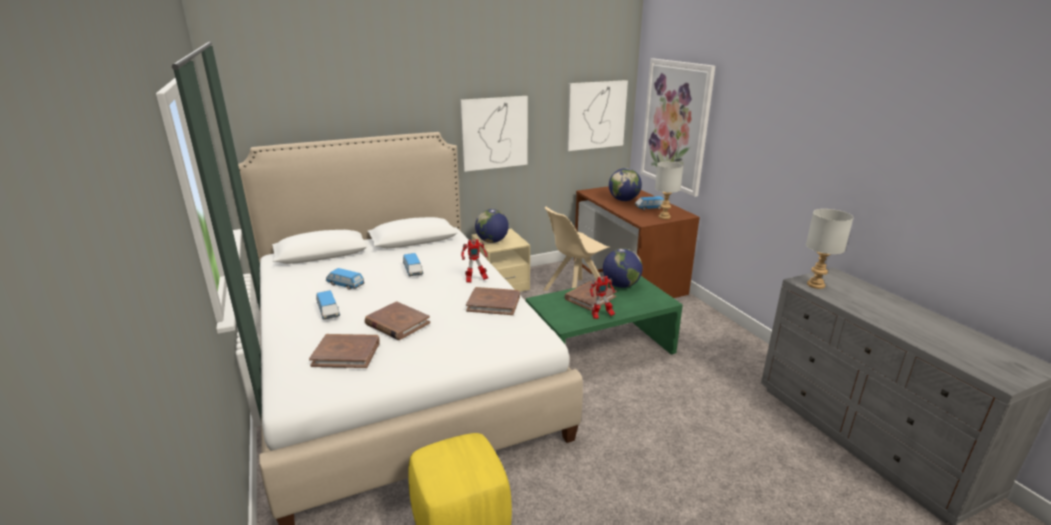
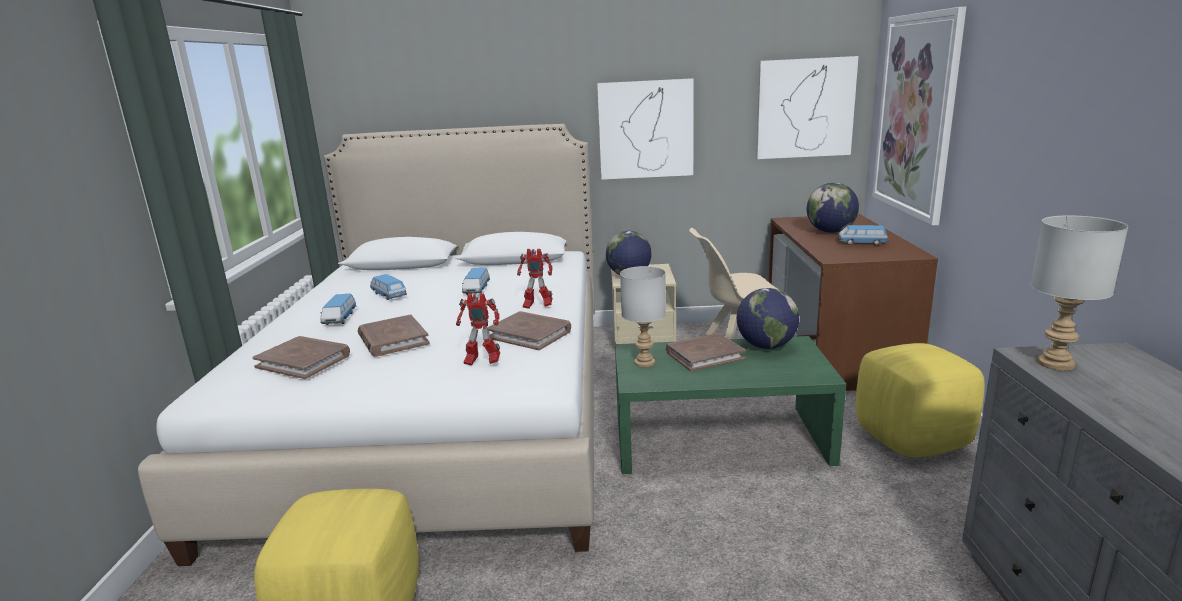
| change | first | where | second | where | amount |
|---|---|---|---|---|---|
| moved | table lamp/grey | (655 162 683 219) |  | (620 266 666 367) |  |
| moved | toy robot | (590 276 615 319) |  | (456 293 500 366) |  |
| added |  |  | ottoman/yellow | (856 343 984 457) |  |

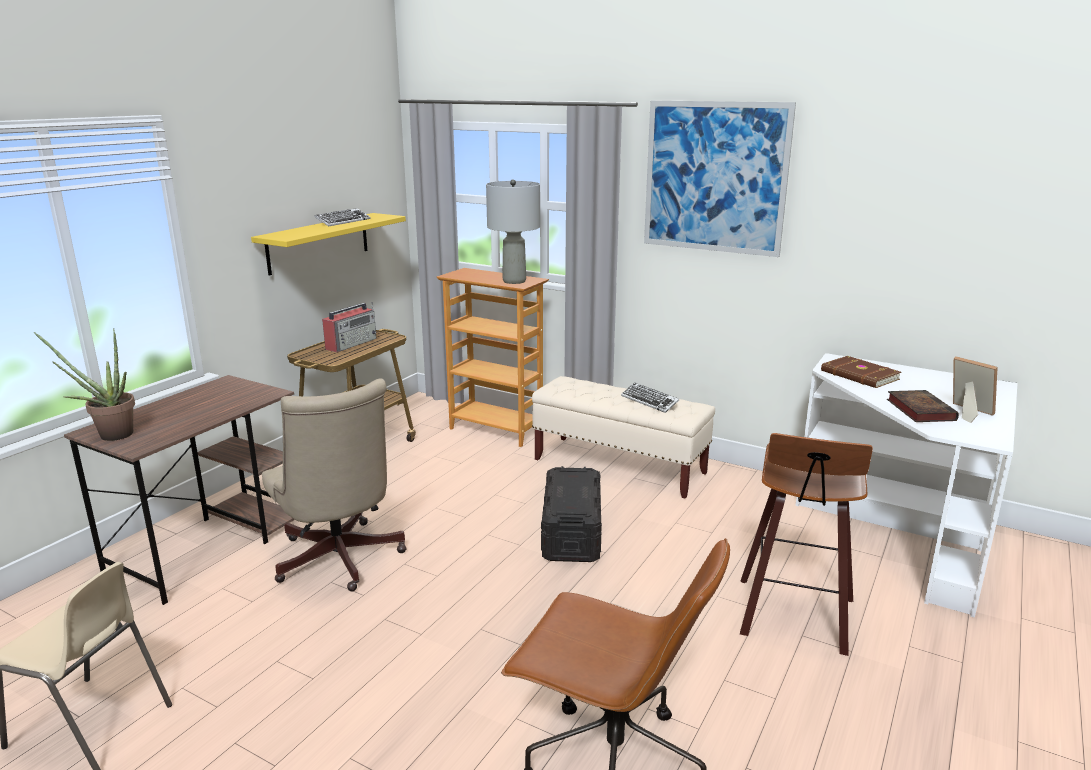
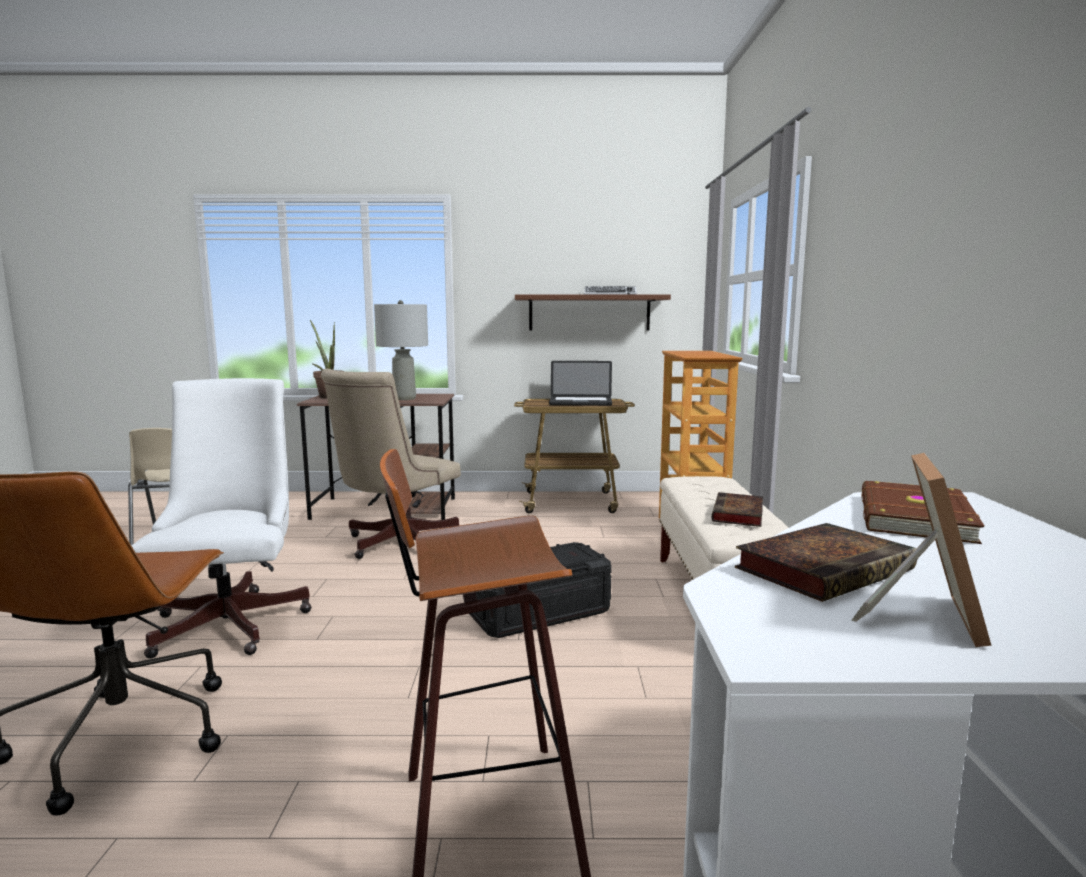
| change | first | where | second | where | amount |
|---|---|---|---|---|---|
| removed | picture | (644 101 796 257) |  |  |  |
| moved | table lamp/grey | (486 179 540 284) |  | (374 300 428 400) |  |
| recoloured | shelf/yellow | (251 213 406 275) | shelf/brown | (515 295 671 331) |  |
| replaced | radio | (322 302 376 352) | laptop | (549 361 612 406) |  |
| replaced | keyboard | (621 382 679 413) | book | (712 492 763 527) |  |
| added |  |  | office chair/white | (132 378 312 659) |  |

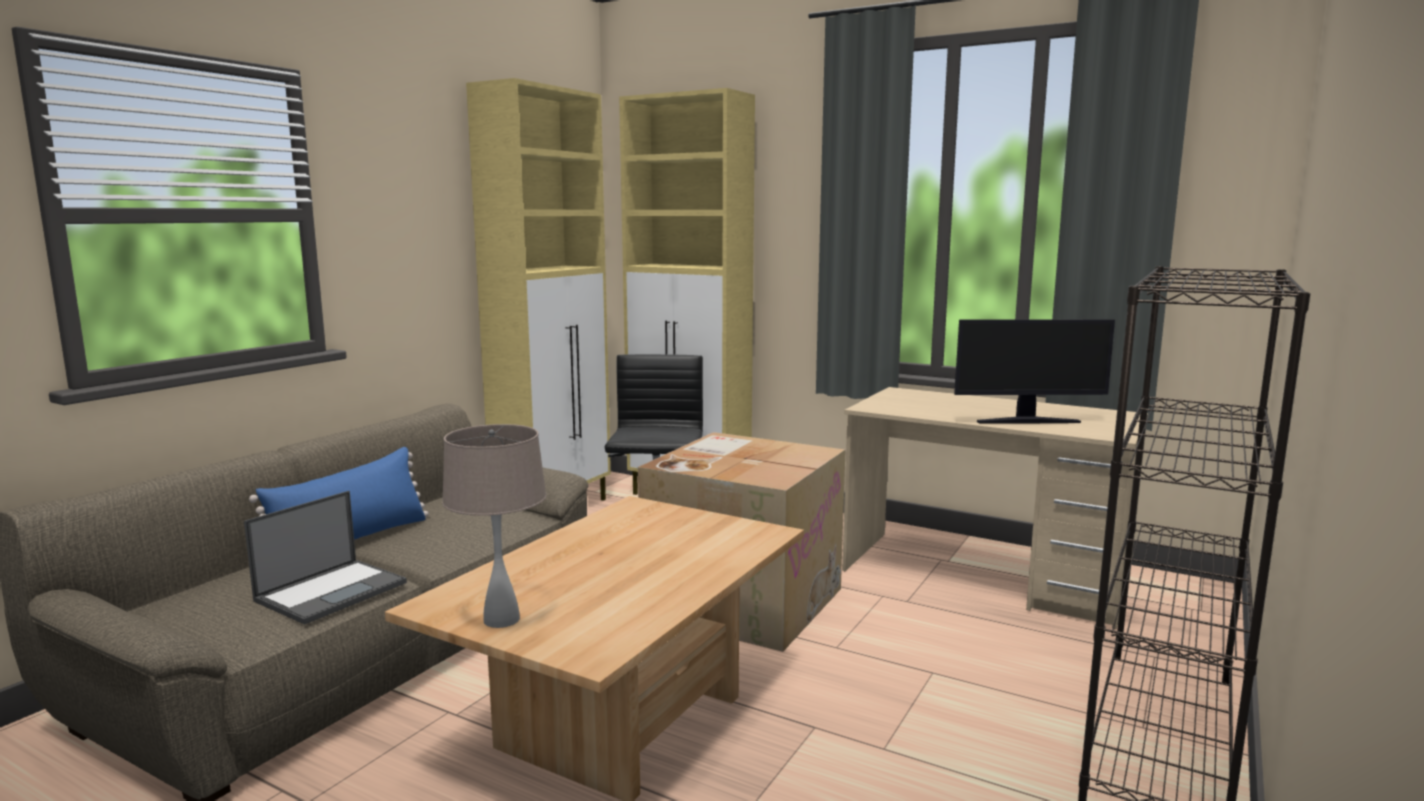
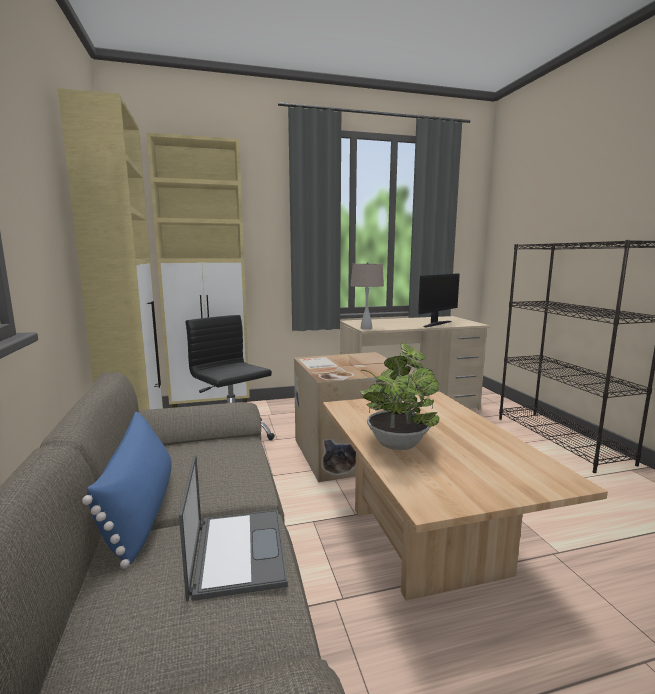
| change | first | where | second | where | amount |
|---|---|---|---|---|---|
| moved | table lamp/beige | (442 424 547 628) |  | (351 262 384 330) |  |
| added |  |  | potted plant | (360 343 439 450) |  |

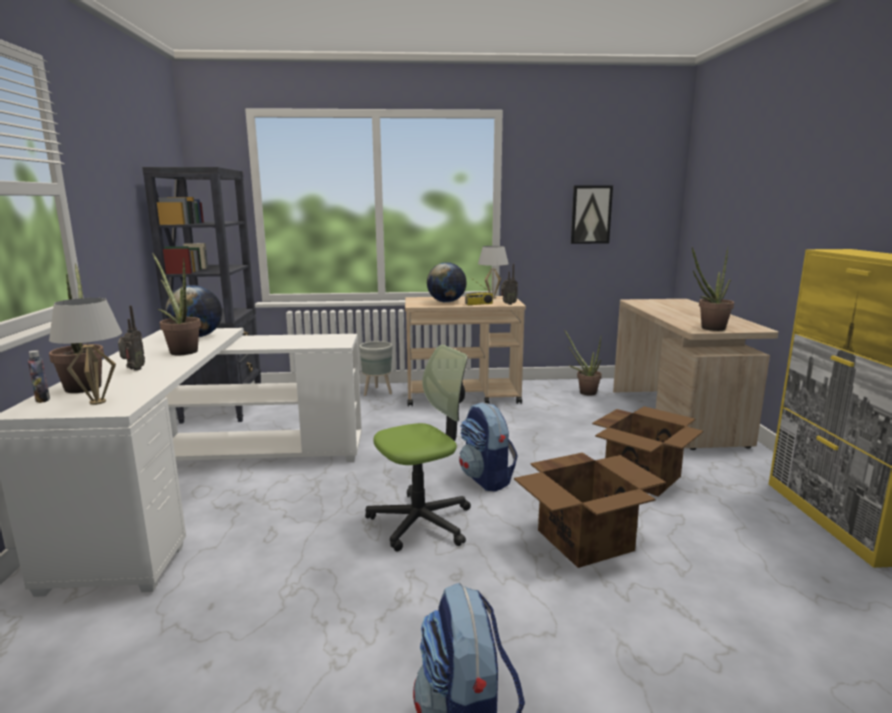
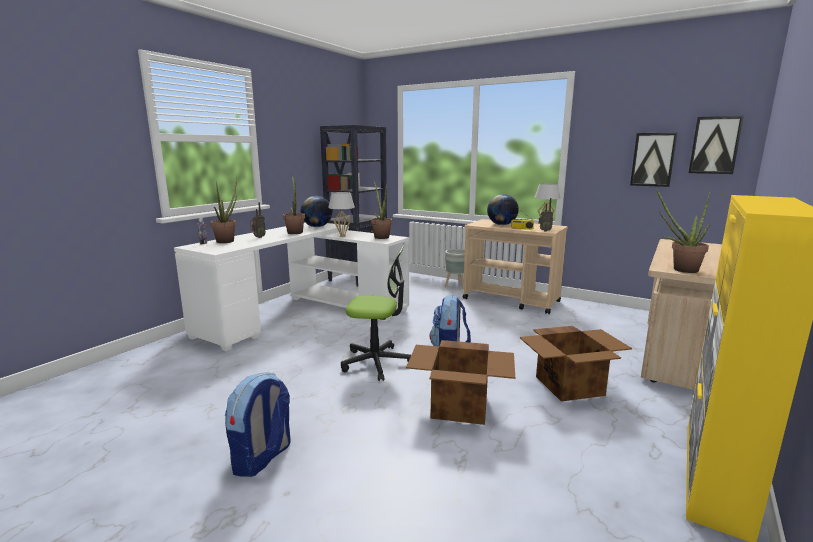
| change | first | where | second | where | amount |
|---|---|---|---|---|---|
| moved | table lamp/white | (49 298 122 405) |  | (328 192 355 237) |  |
| moved | potted plant | (564 329 602 396) |  | (371 180 392 239) |  |
| added |  |  | picture | (689 116 744 174) |  |

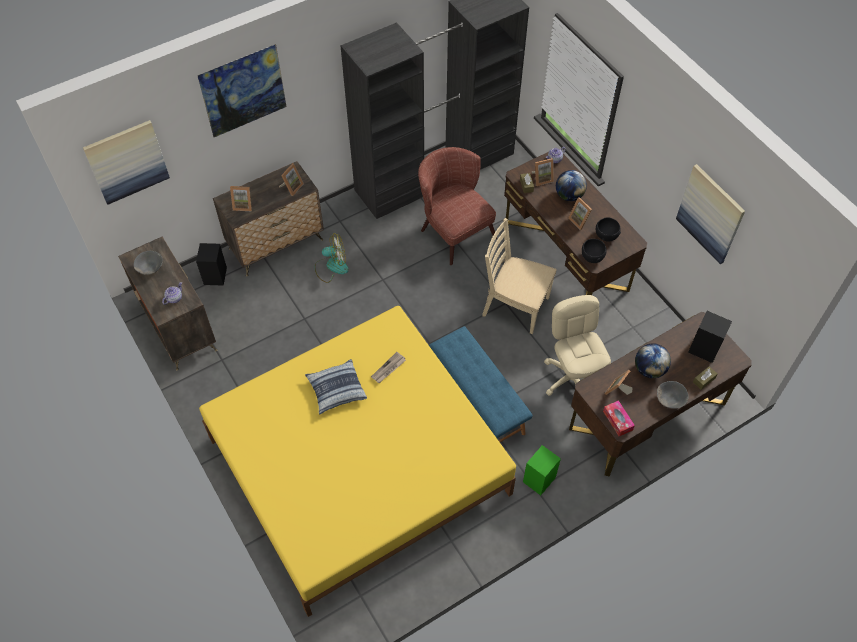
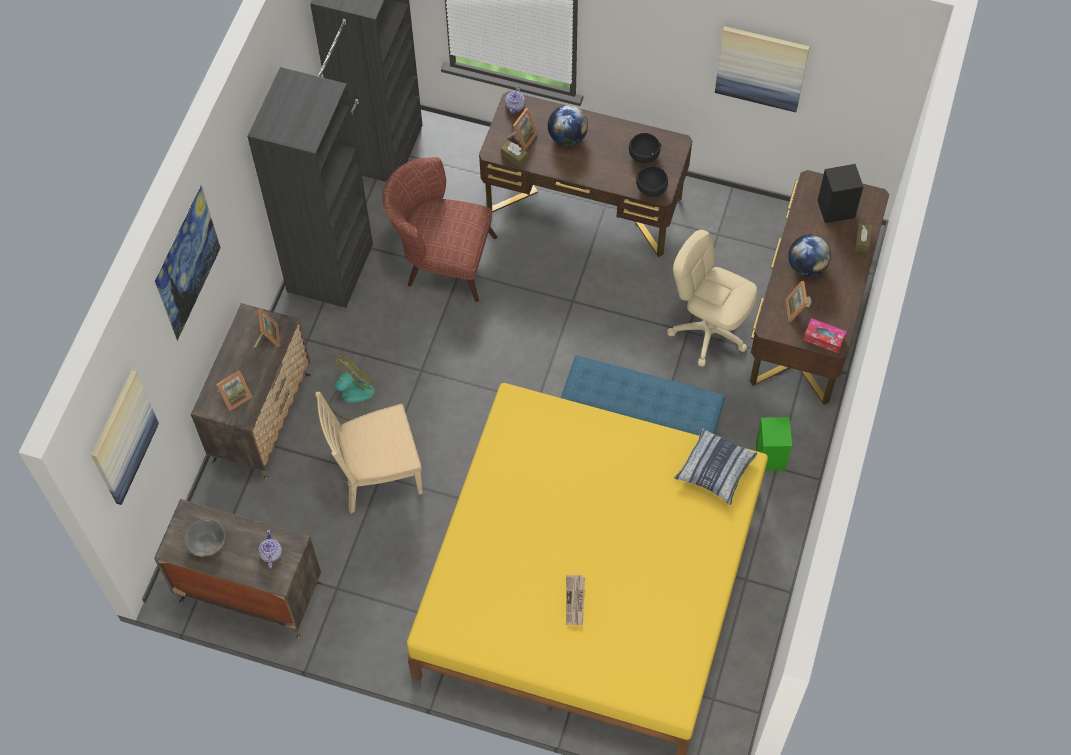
| change | first | where | second | where | amount |
|---|---|---|---|---|---|
| removed | picture frame | (568 197 592 230) |  |  |  |
| moved | chair/beige | (482 218 557 334) |  | (315 392 423 514) |  |
| removed | speaker/black | (196 243 227 286) |  |  |  |
| moved | newspaper | (371 352 406 383) |  | (566 575 585 625) |  |
| moved | pillow | (305 359 367 415) |  | (674 428 757 505) |  |
| removed | bowl/grey | (657 381 689 408) |  |  |  |

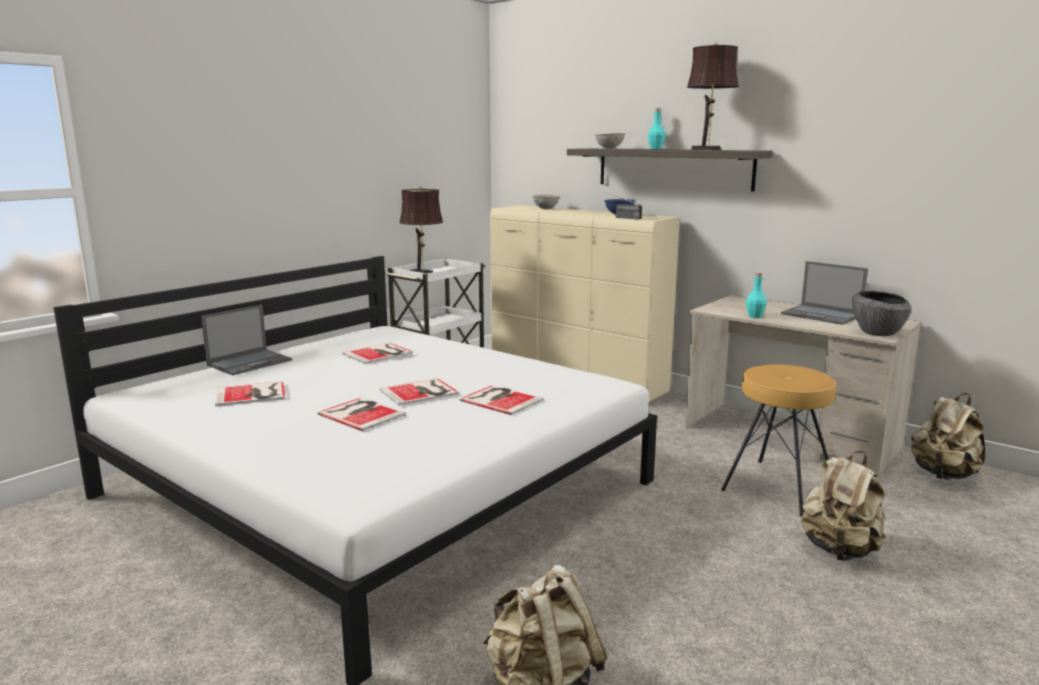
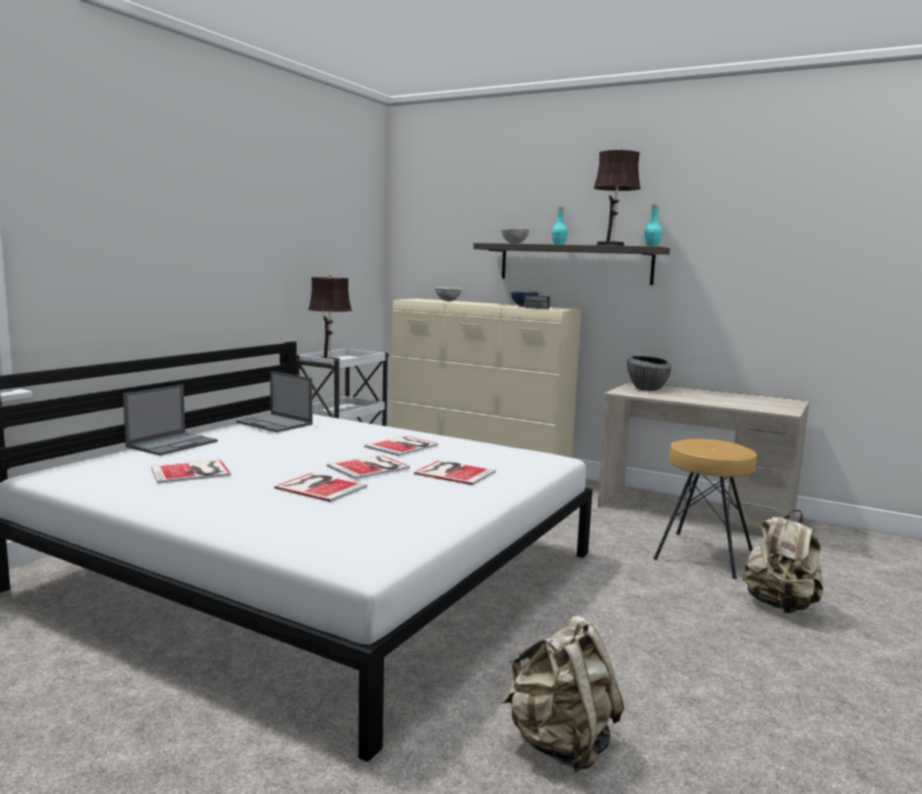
| change | first | where | second | where | amount |
|---|---|---|---|---|---|
| moved | laptop | (781 261 868 325) |  | (236 371 312 432) |  |
| moved | bottle/turquoise | (746 272 767 318) |  | (644 205 663 246) |  |
| moved | bowl | (852 291 912 336) |  | (627 356 671 391) |  |
| moved | book | (342 343 413 364) |  | (364 436 438 456) |  |
| removed | backpack/beige | (911 393 985 480) |  |  |  |

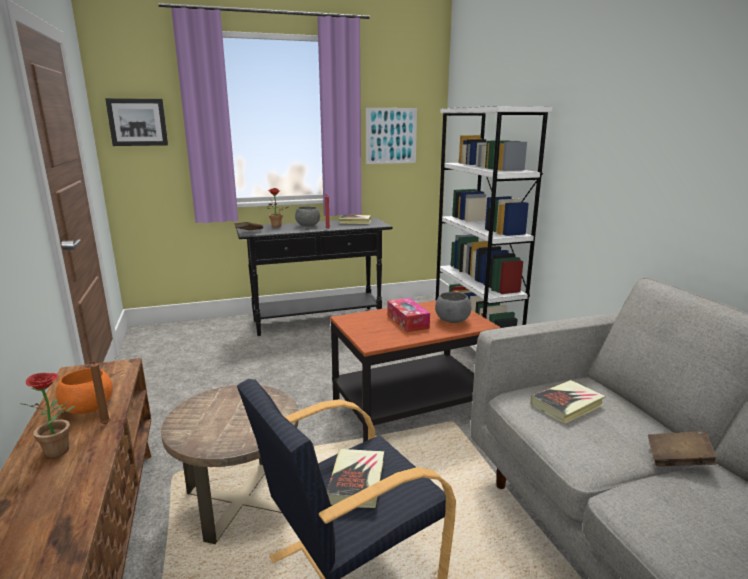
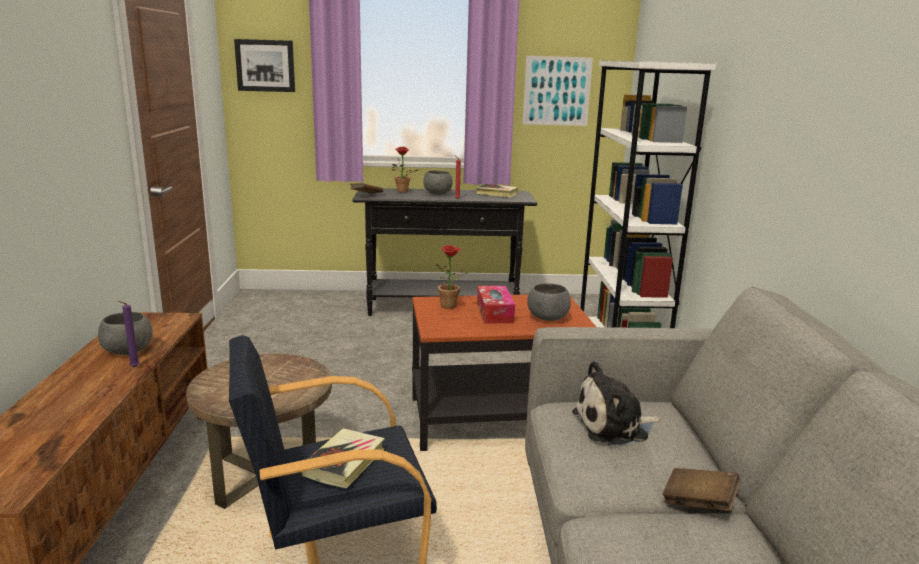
| change | first | where | second | where | amount |
|---|---|---|---|---|---|
| recoloured | candle/brown | (86 361 110 424) | candle/purple | (118 301 139 367) |  |
| recoloured | bowl/orange | (56 368 113 414) | bowl/grey | (98 312 152 355) |  |
| moved | potted plant | (21 373 75 458) |  | (436 245 471 309) |  |
| replaced | book | (531 380 605 424) | plush toy | (572 361 661 445) |  |

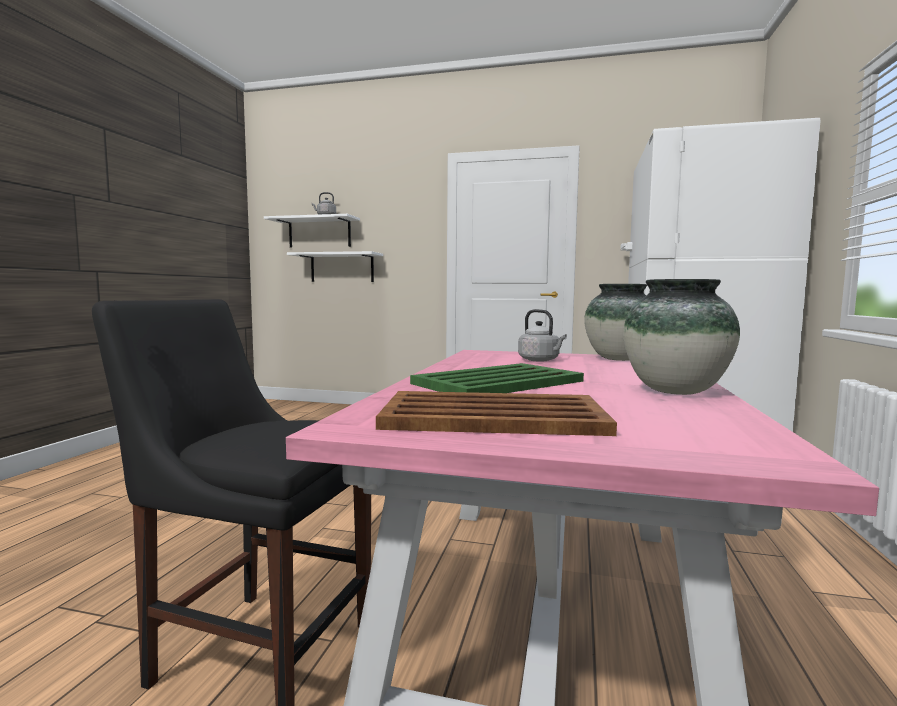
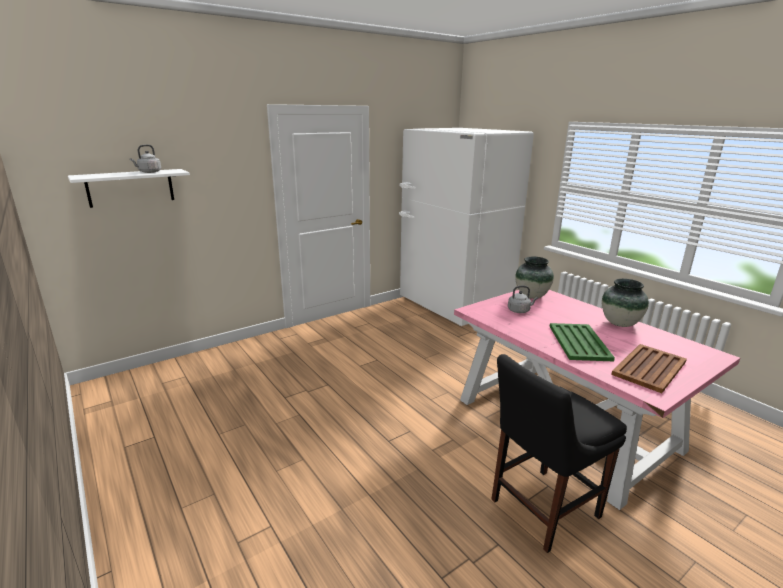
| change | first | where | second | where | amount |
|---|---|---|---|---|---|
| removed | shelf/white | (287 251 383 282) |  |  |  |

